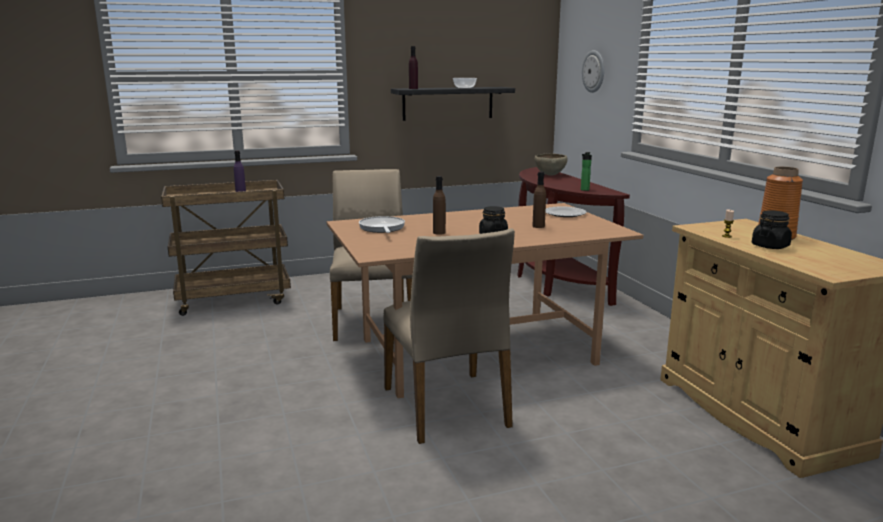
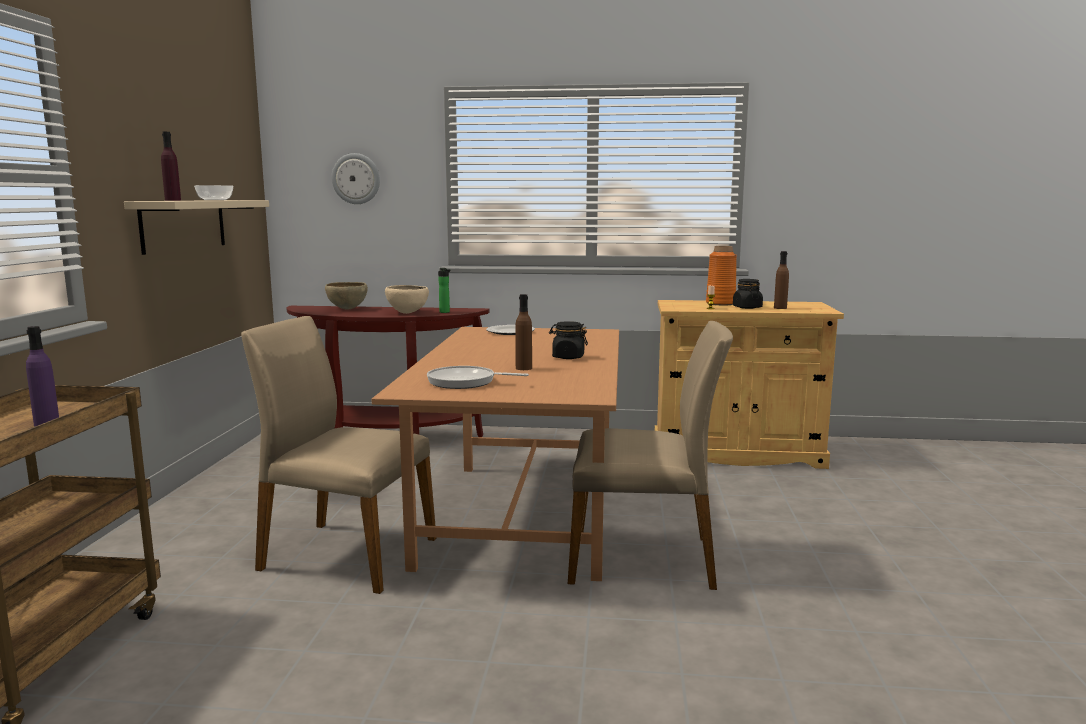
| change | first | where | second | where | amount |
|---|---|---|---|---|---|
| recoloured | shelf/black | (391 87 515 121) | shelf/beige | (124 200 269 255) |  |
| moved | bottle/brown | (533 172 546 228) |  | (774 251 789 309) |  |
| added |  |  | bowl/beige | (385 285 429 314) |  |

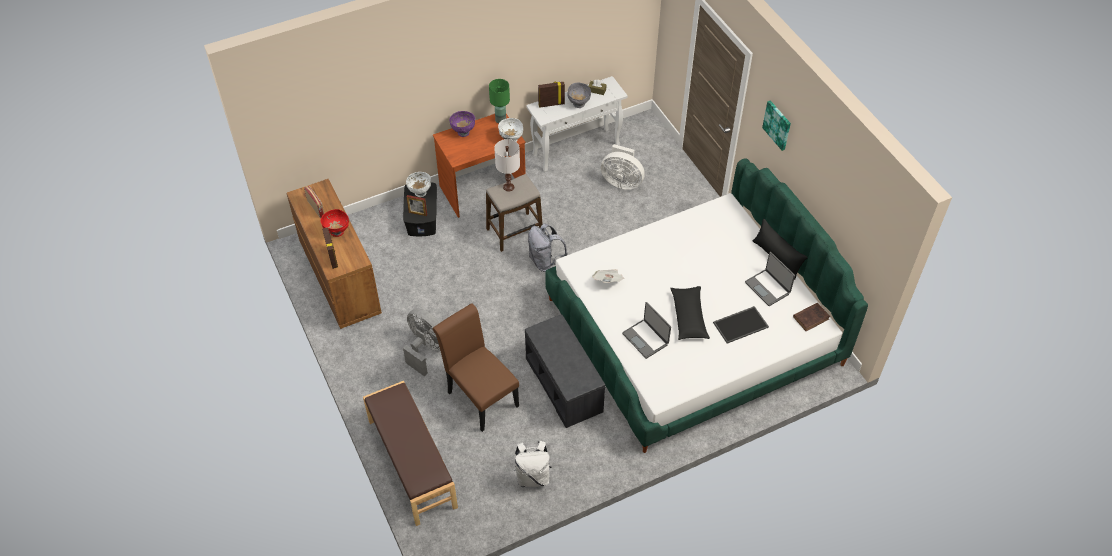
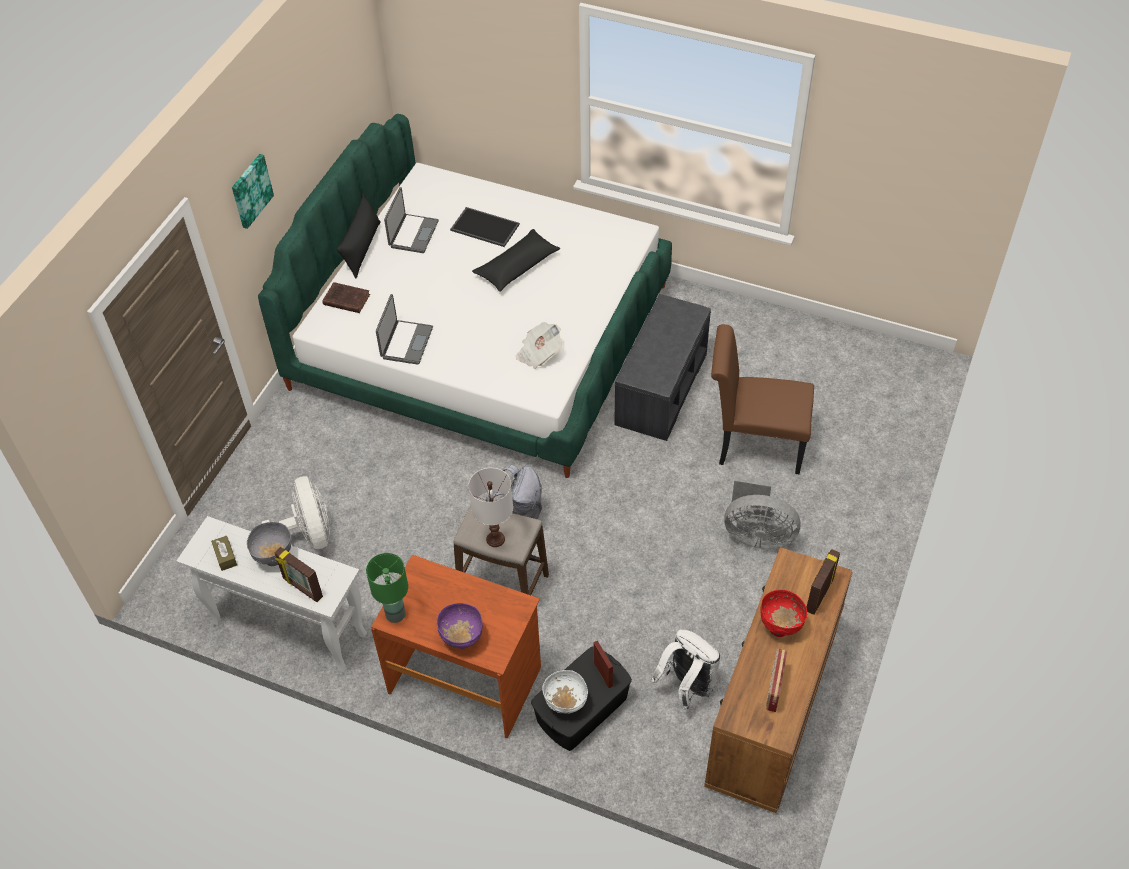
| change | first | where | second | where | amount |
|---|---|---|---|---|---|
| removed | bowl/white | (498 118 523 142) |  |  |  |
| moved | laptop | (622 302 671 359) |  | (376 294 433 365) |  |
| moved | book/brown | (793 303 830 331) |  | (322 282 370 313) |  |
| turned | chair/brown | (432 304 519 432) |  | (711 324 814 474) | 90 degrees clockwise |
| turned | fan/grey | (403 308 440 376) |  | (724 475 801 549) | 75 degrees counterclockwise |
| removed | bench/brown | (363 381 458 526) |  |  |  |
| moved | backpack/white | (513 440 552 487) |  | (651 630 721 710) |  |

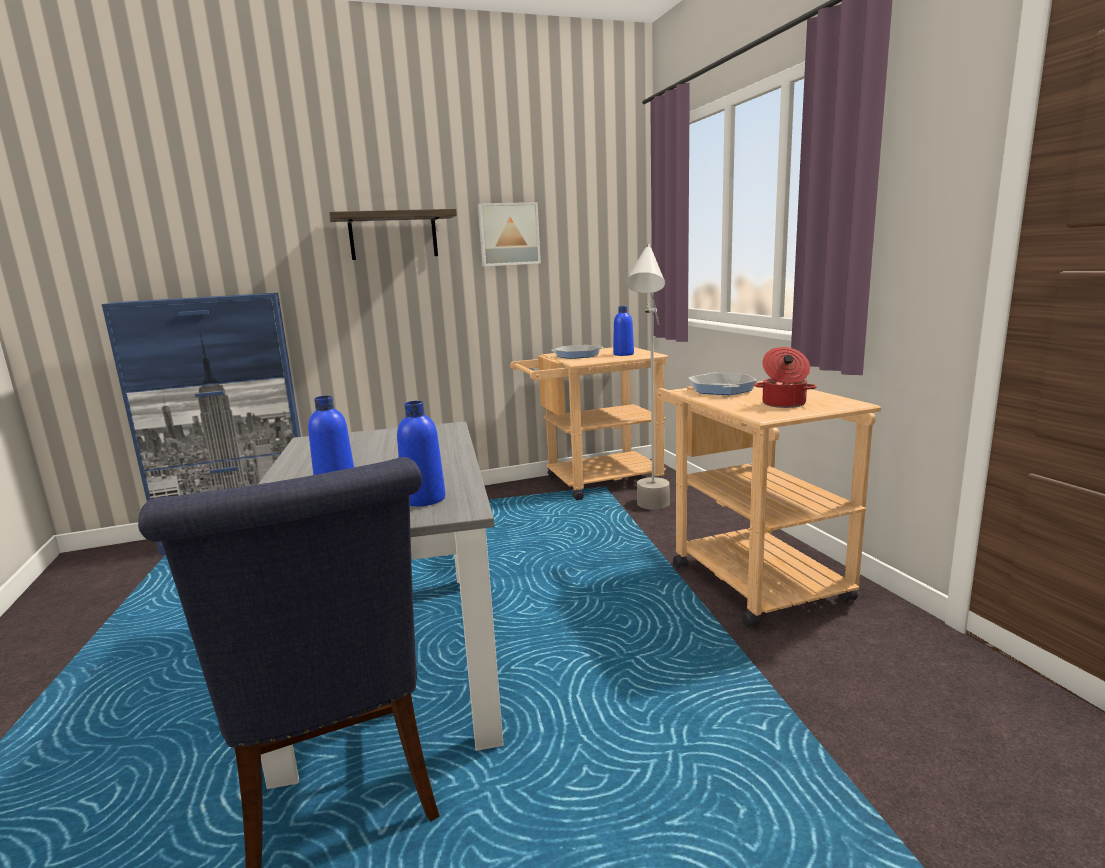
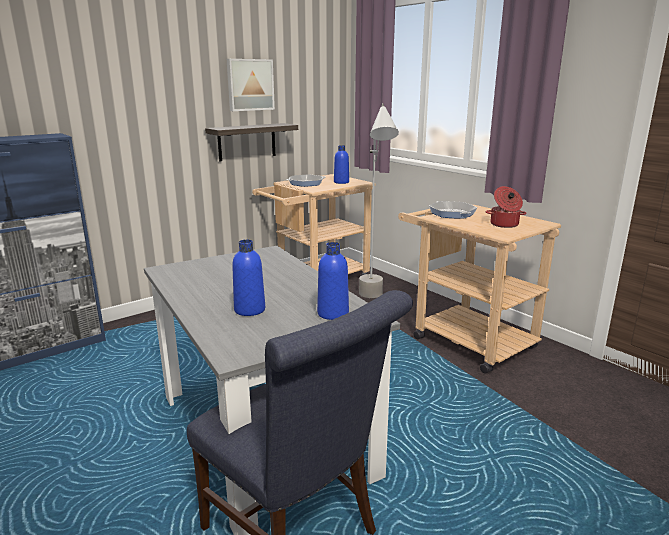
| change | first | where | second | where | amount |
|---|---|---|---|---|---|
| moved | shelf | (329 209 457 260) |  | (205 123 298 161) |  |

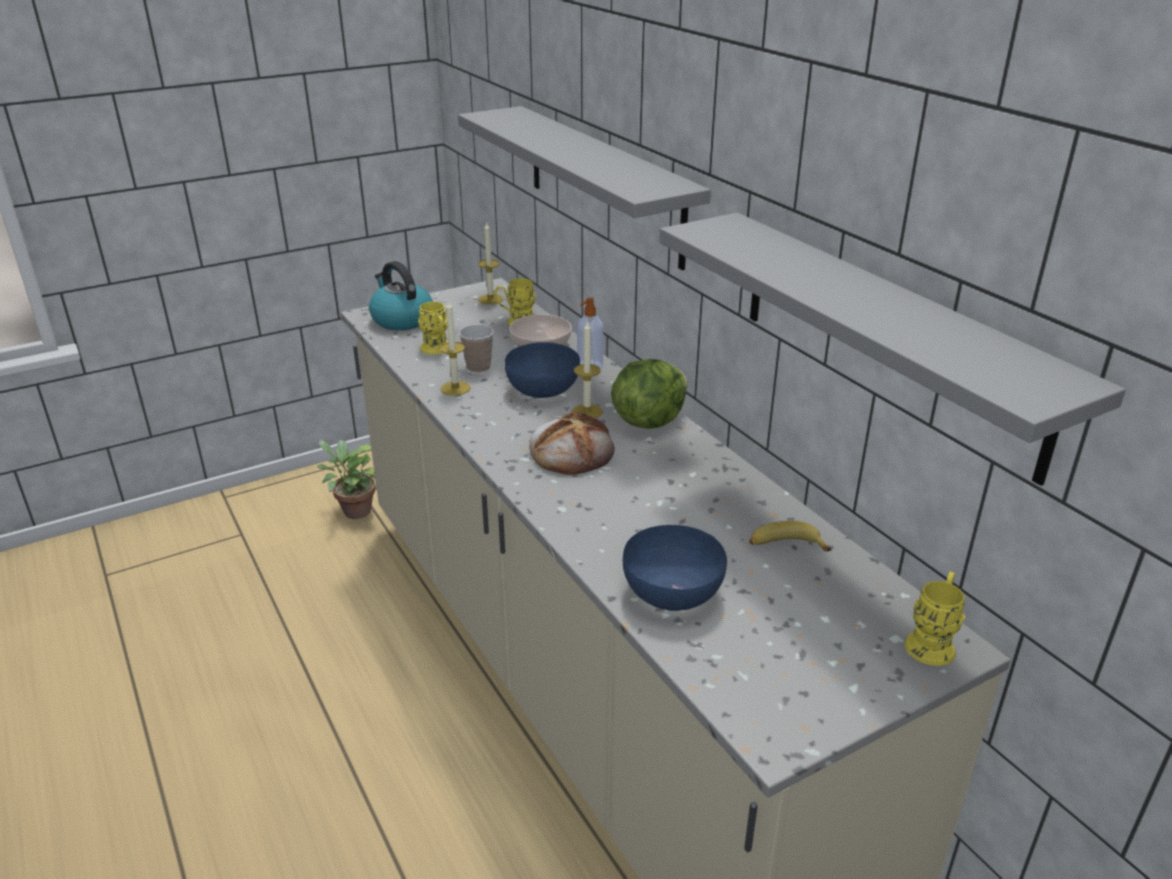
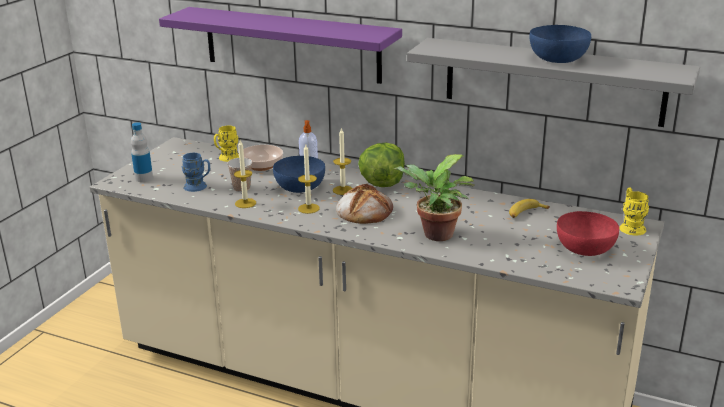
| change | first | where | second | where | amount |
|---|---|---|---|---|---|
| recoloured | shelf/grey | (458 106 711 270) | shelf/purple | (159 7 402 84) |  |
| moved | candle | (478 221 503 305) |  | (298 145 320 214) |  |
| replaced | kettle | (369 261 433 330) | bottle | (131 122 153 182) |  |
| recoloured | mug/yellow | (418 302 448 355) | mug/blue | (182 153 210 192) |  |
| moved | potted plant | (317 440 375 519) |  | (394 154 474 241) |  |
| moved | bowl/blue | (623 525 727 611) |  | (529 25 591 63) |  |
| added |  |  | bowl/red | (557 211 619 256) |  |

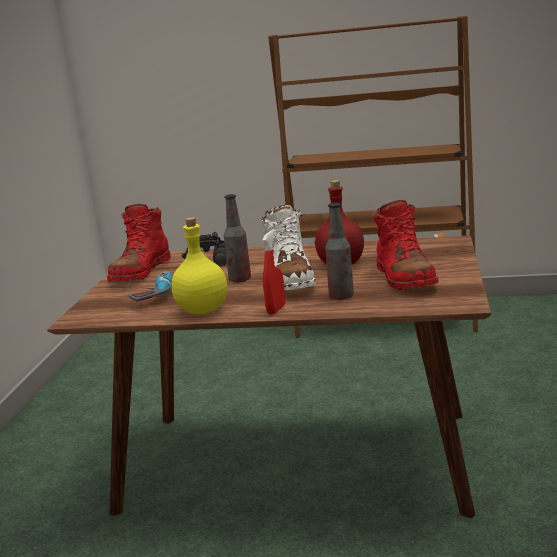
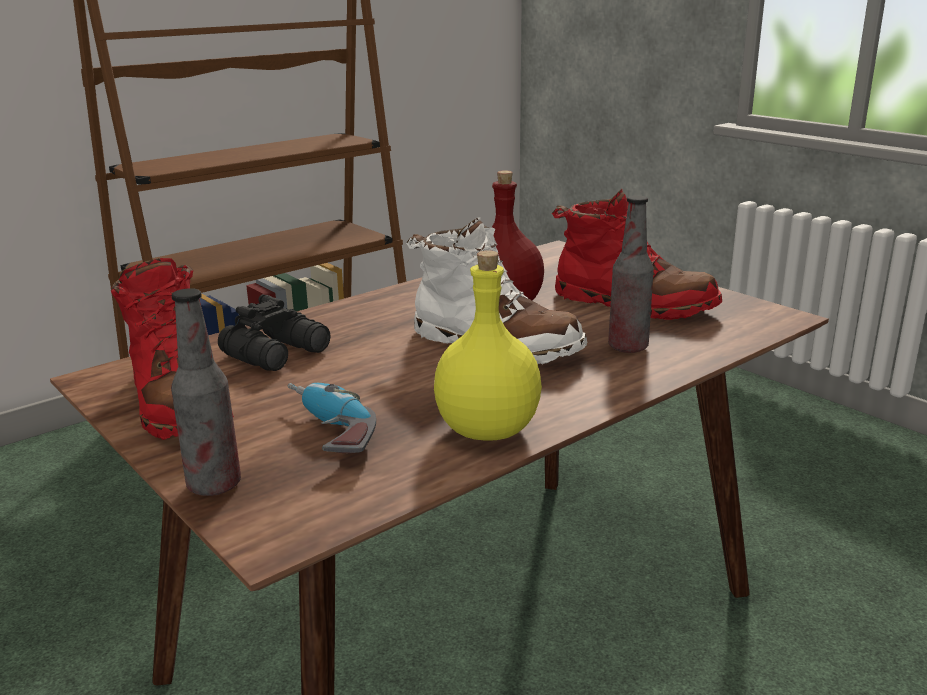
| change | first | where | second | where | amount |
|---|---|---|---|---|---|
| moved | bottle | (224 194 251 283) |  | (171 288 241 496) |  |
| removed | spray bottle/red | (262 230 285 314) |  |  |  |

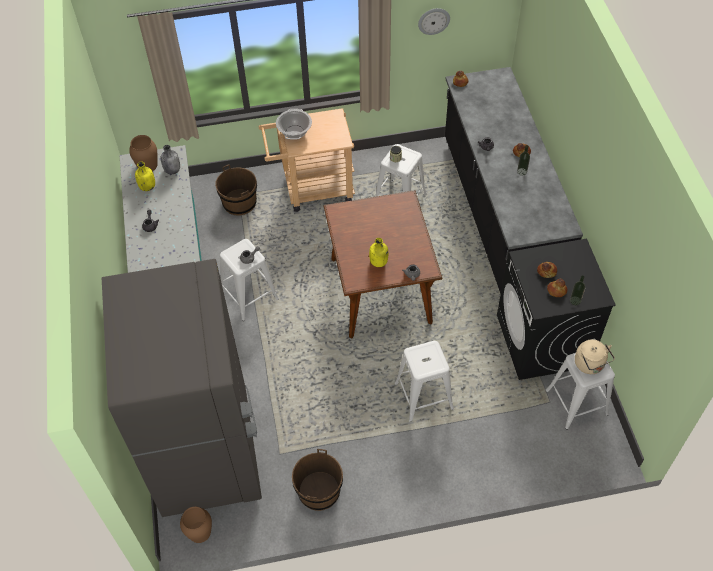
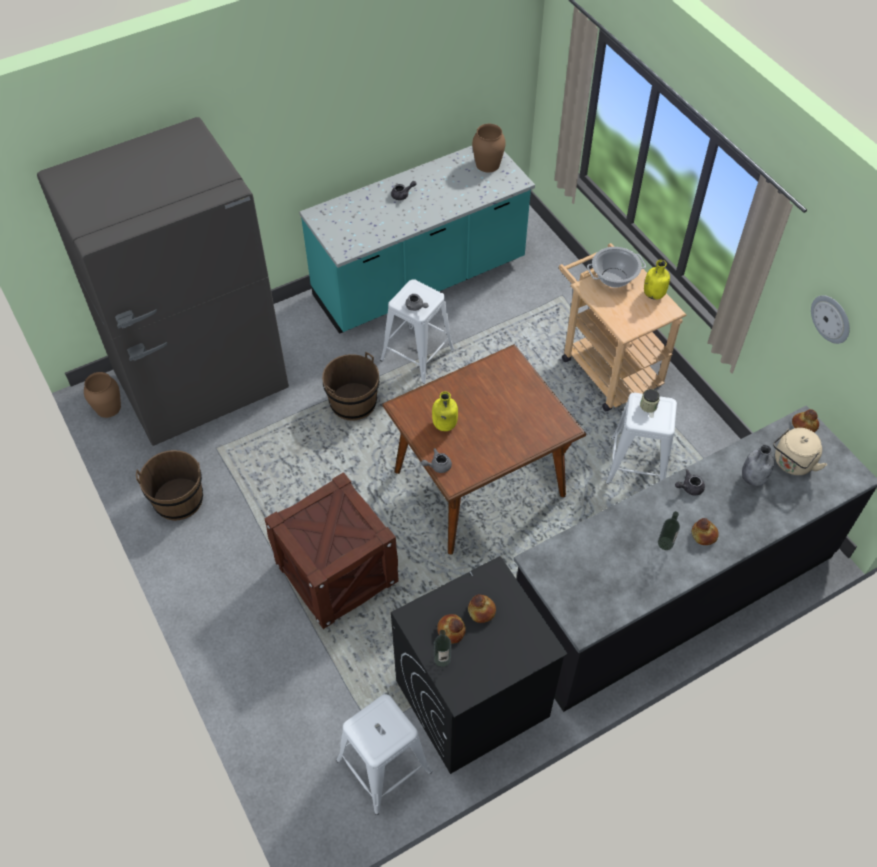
| change | first | where | second | where | amount |
|---|---|---|---|---|---|
| moved | bottle/grey | (161 145 180 174) |  | (742 445 774 486) |  |
| moved | bottle/yellow | (135 161 155 191) |  | (644 260 670 300) |  |
| moved | bucket/brown | (215 164 257 215) |  | (322 352 379 420) |  |
| moved | kettle/beige | (575 339 615 374) |  | (773 428 827 475) |  |
| replaced | stool/white | (395 341 454 422) | crate | (264 472 399 629) |  |

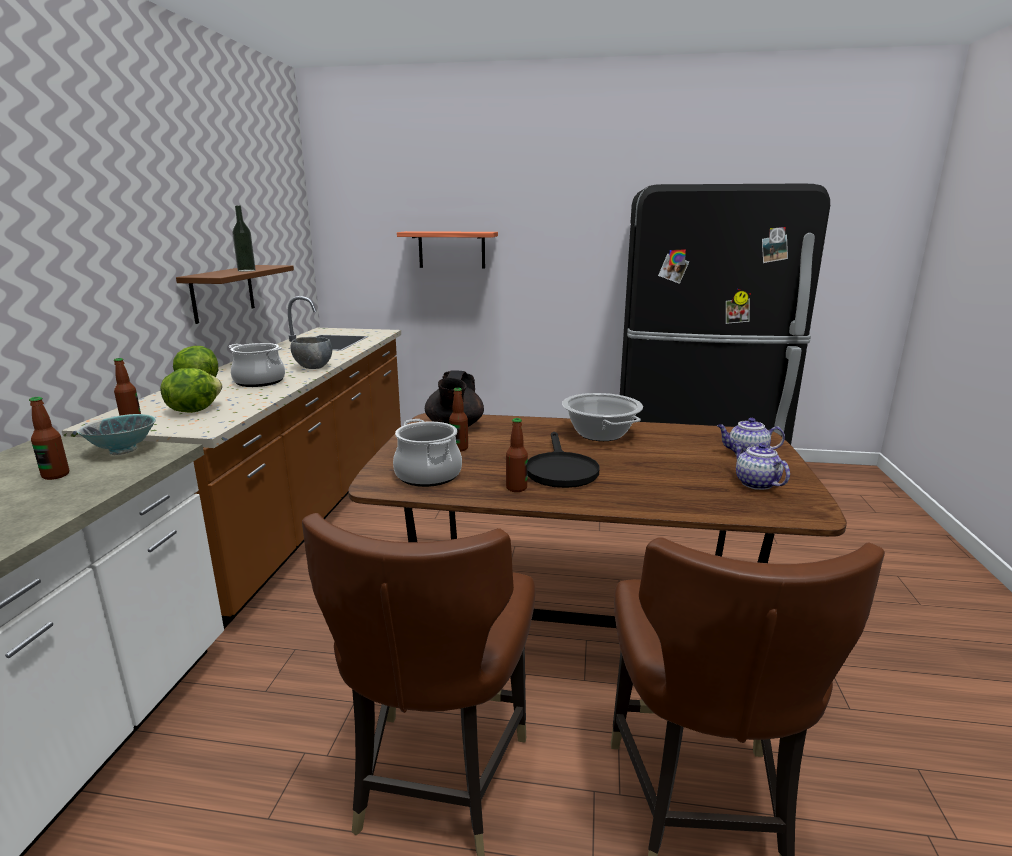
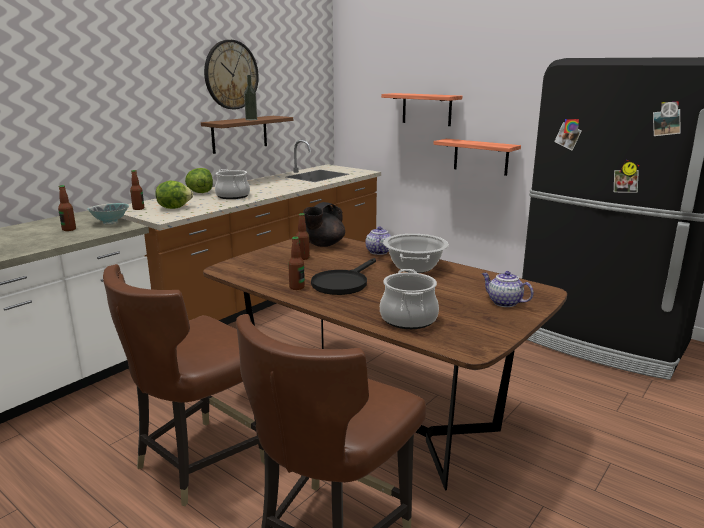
| change | first | where | second | where | amount |
|---|---|---|---|---|---|
| removed | bowl/grey | (291 337 332 369) |  |  |  |
| moved | cooking pot | (393 419 462 487) |  | (380 269 439 329) |  |
| moved | teapot | (734 443 790 490) |  | (365 226 391 255) |  |
| added |  |  | wall clock | (204 40 259 109) |  |
| added |  |  | shelf | (433 139 521 176) |  |

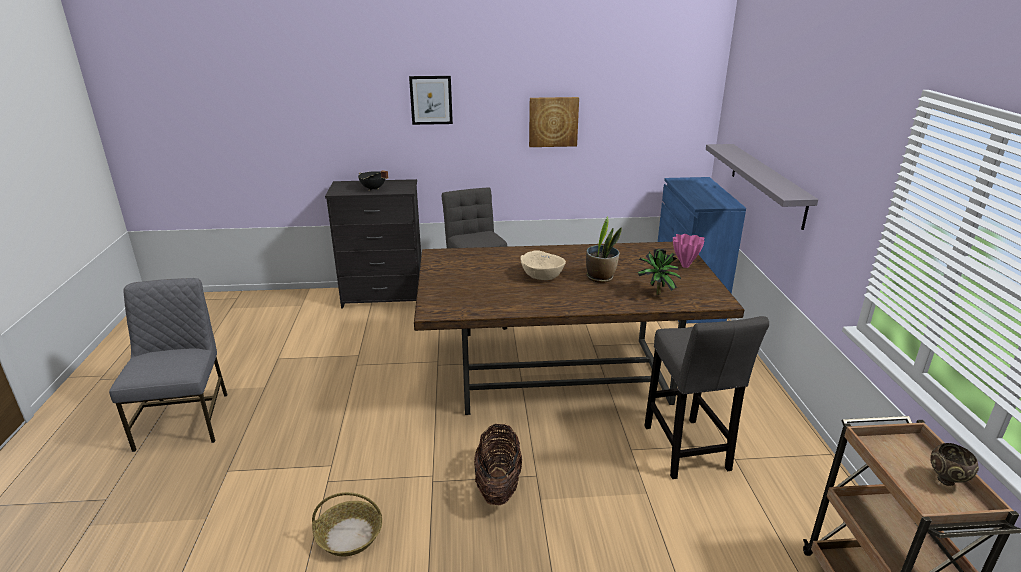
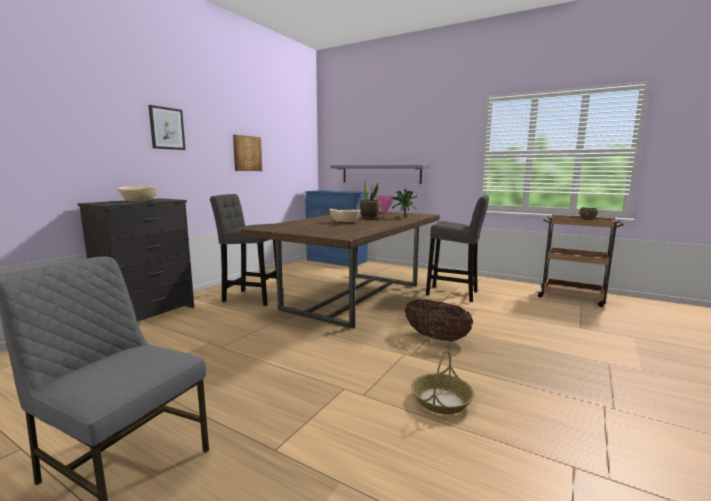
| change | first | where | second | where | amount |
|---|---|---|---|---|---|
| replaced | cooking pot/black | (358 170 388 191) | bowl/beige | (118 186 158 202) |  |

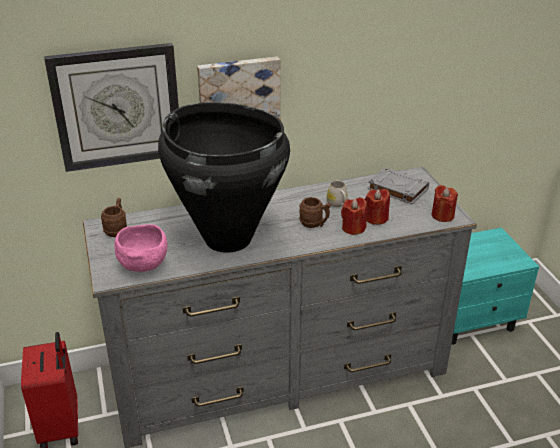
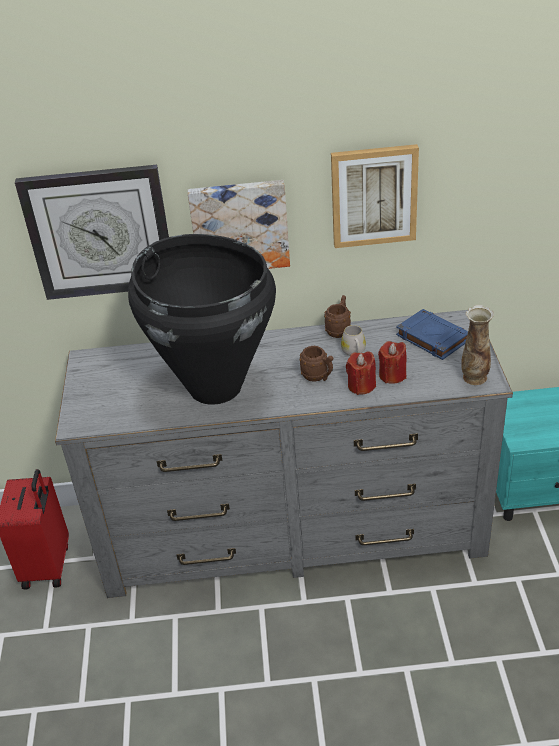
| change | first | where | second | where | amount |
|---|---|---|---|---|---|
| recoloured | book/grey | (368 167 429 204) | book/blue | (396 309 468 360) |  |
| replaced | candle/red | (432 185 458 222) | vase | (461 305 494 385) |  |
| moved | mug/brown | (101 198 127 237) |  | (324 295 351 338) |  |
| removed | bowl/pink | (114 224 167 272) |  |  |  |
| added |  |  | picture | (331 144 419 248) |  |

